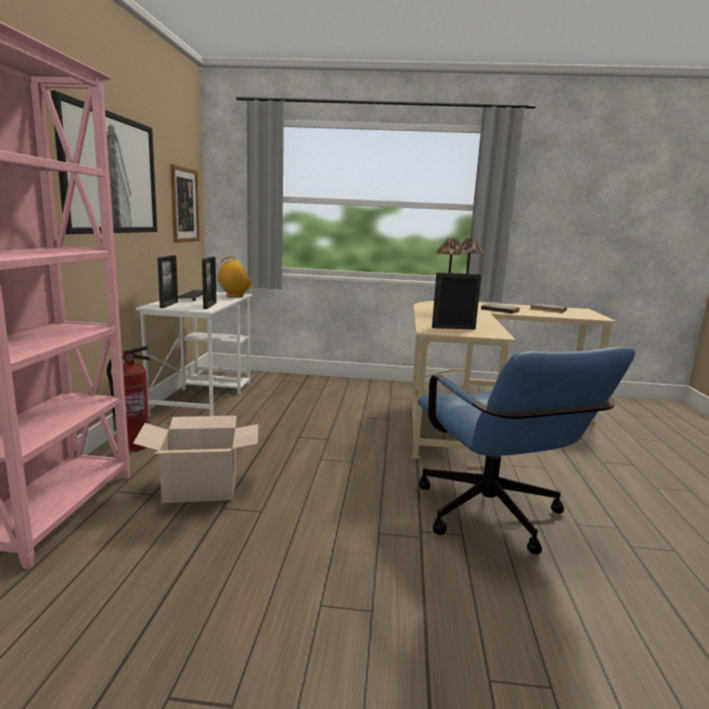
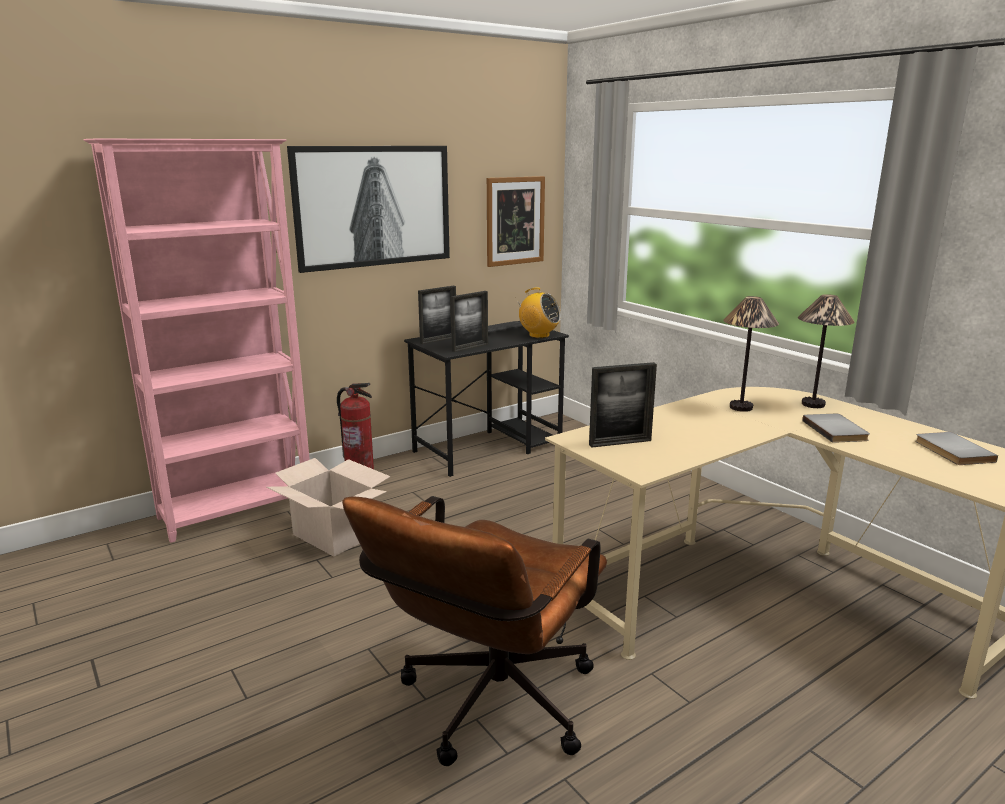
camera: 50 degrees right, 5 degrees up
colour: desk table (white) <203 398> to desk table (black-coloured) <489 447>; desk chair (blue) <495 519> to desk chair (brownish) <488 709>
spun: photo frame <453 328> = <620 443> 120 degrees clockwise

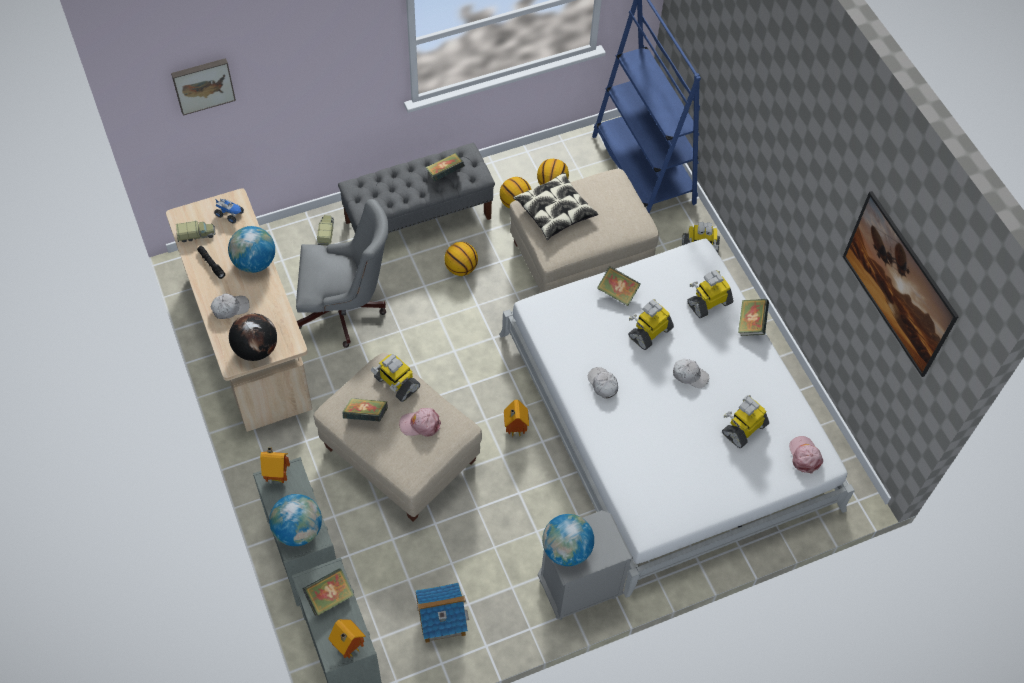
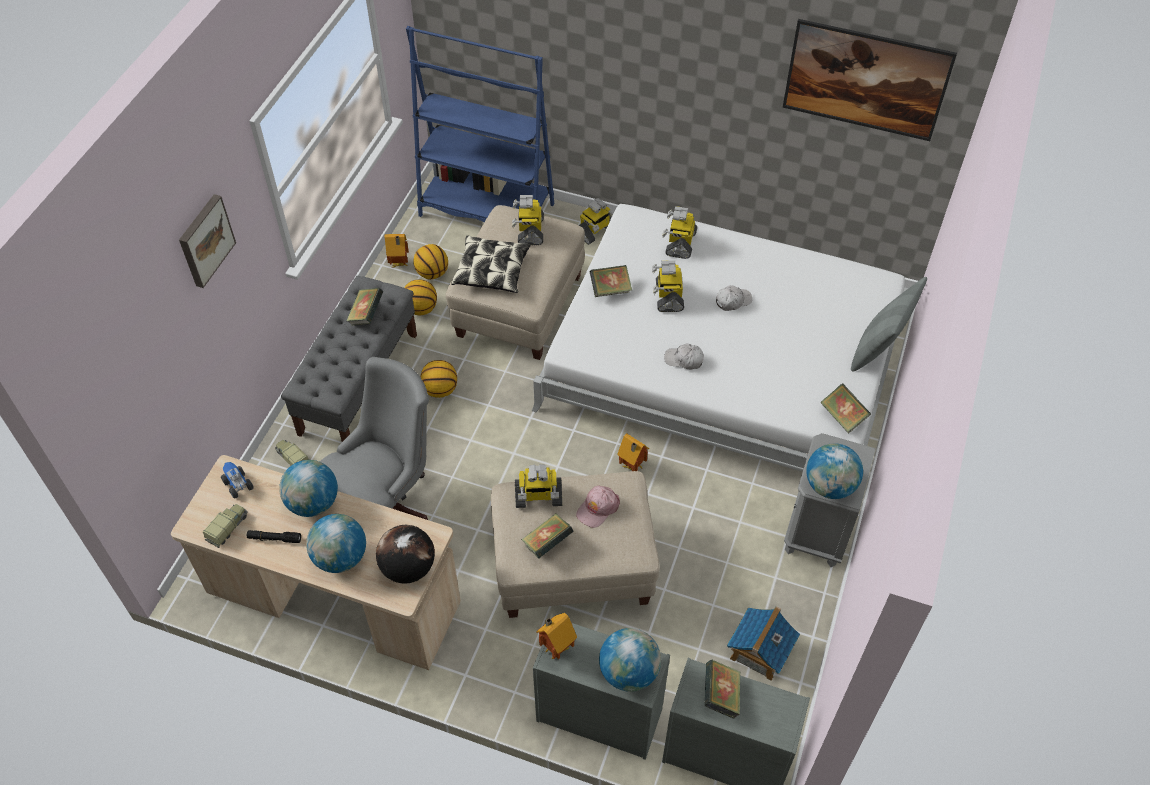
camera: 45 degrees left, 5 degrees down
missing: cap (pink-coloured) <804 456>
appeared: pillow (greyish) <878 349>
relocated: wall art <203 84> to <204 240>; model house <348 648> to <399 264>; toy robot <744 428> to <530 231>; bound book <751 324> to <842 416>
exchanged: cap (white) <230 308> to globe <340 557>
spun: model truck <230 214> = <237 485> 105 degrees counterclockwise

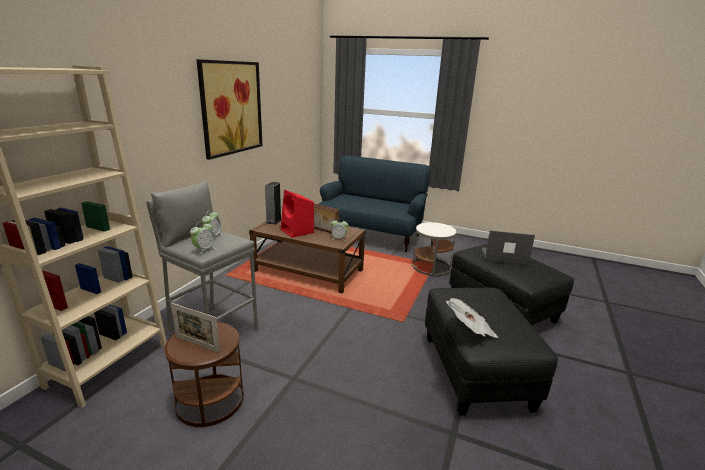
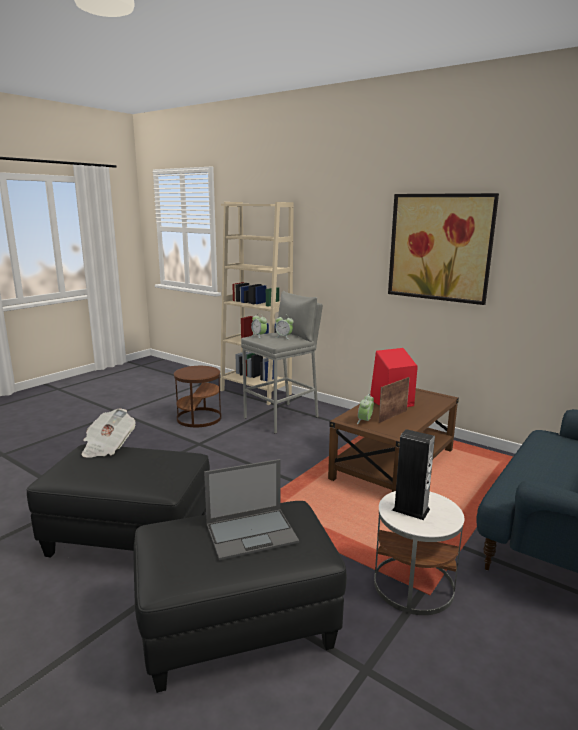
camera: 105 degrees right, 5 degrees down
missing: photo frame <197 344>
relocated: audio speaker <273 221> to <411 509>
spun: portable computer <503 256> = <252 533> 45 degrees clockwise

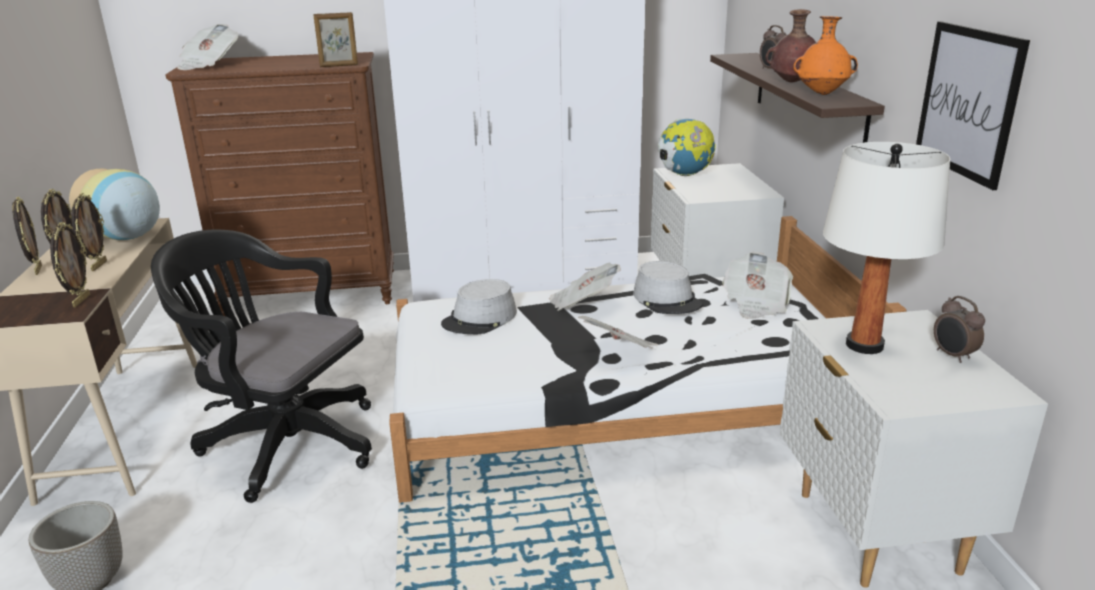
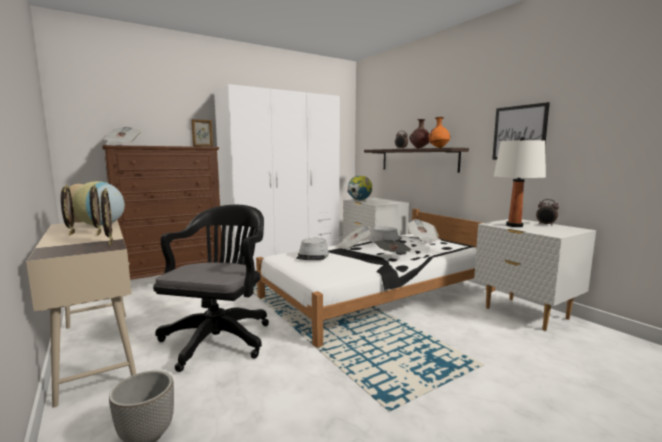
camera: 25 degrees left, 15 degrees down
missing: photo frame <37 270>
spun: desk chair (black-coloured) <284 442> = <219 338> 105 degrees clockwise

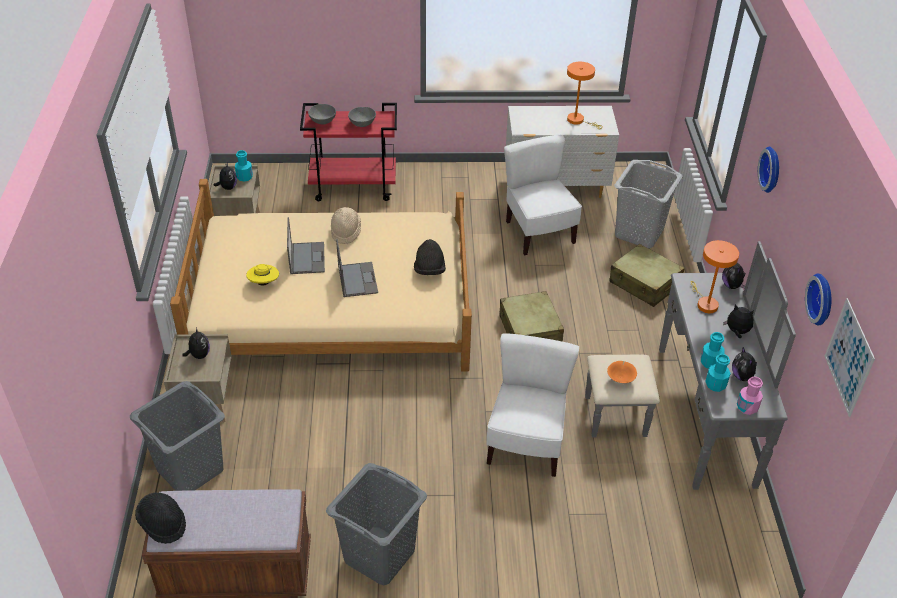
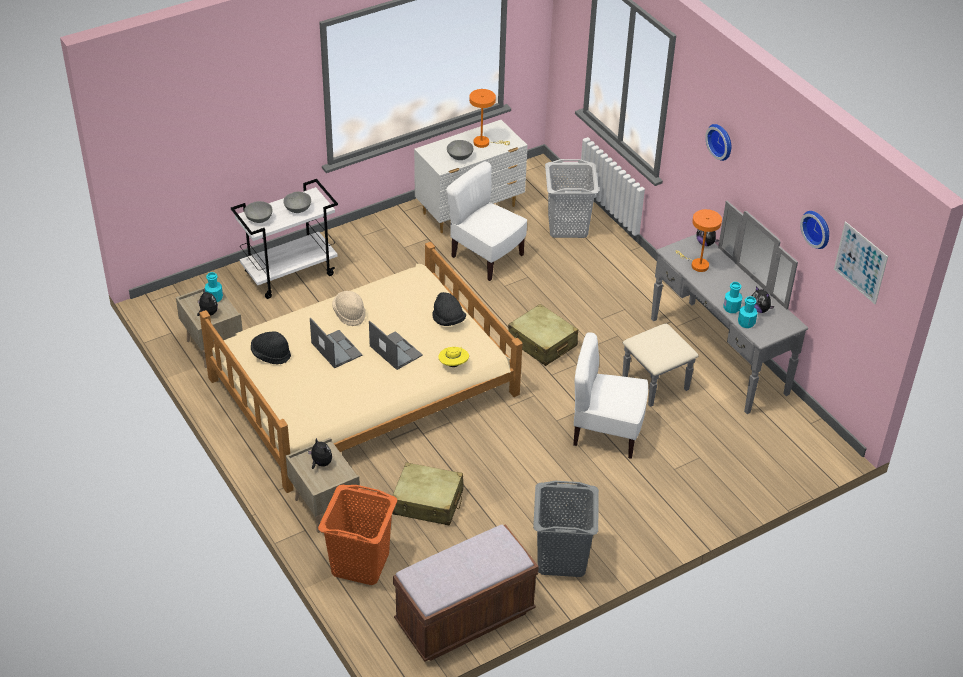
camera: 30 degrees left, 0 degrees up
missing: serving bowl (orangey) <621 378>; plush toy <736 332>; bottle (pink-coloured) <747 407>
appeared: serving bowl (greyish) <459 156>
relocated: wearable hat (black-coloured) <163 523> to <271 355>; wearable hat (yellowish) <264 283> to <453 364>; travel case (beige) <645 284> to <428 502>
colour: hamper (greyish) <189 469> to hamper (orangey) <360 564>; wheeled cart (reddish) <354 187> to wheeled cart (white) <290 273>
spun: upright chair (white) <526 444> = <606 432> 60 degrees counterclockwise

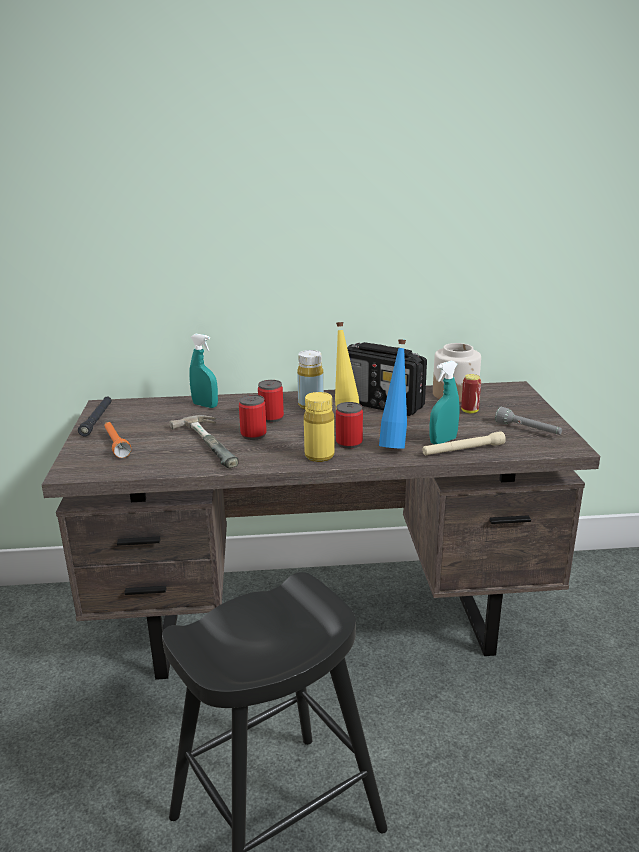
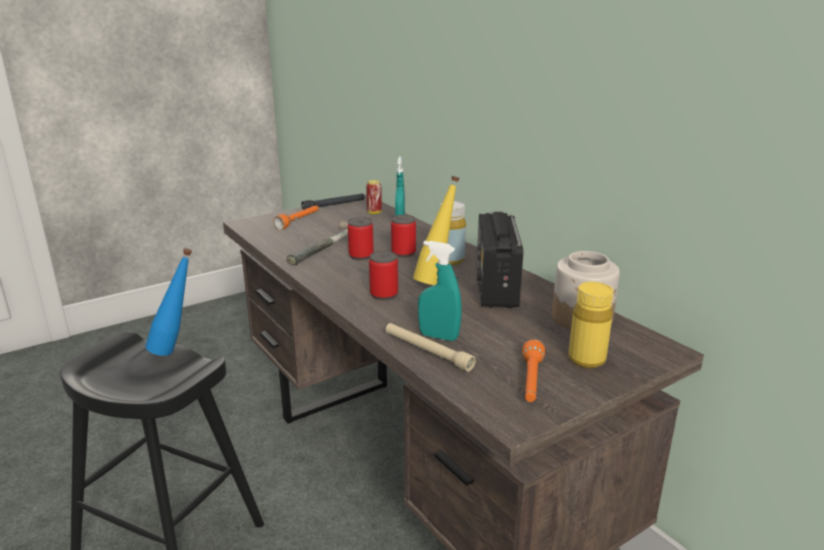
camera: 60 degrees right, 0 degrees up
relocated: bottle (yellowish) <319 456> to <586 360>; bottle (blue) <394 444> to <176 350>; metal can <469 411> to <374 212>
colour: hand torch (greyish) <528 430> to hand torch (orangey) <531 382>

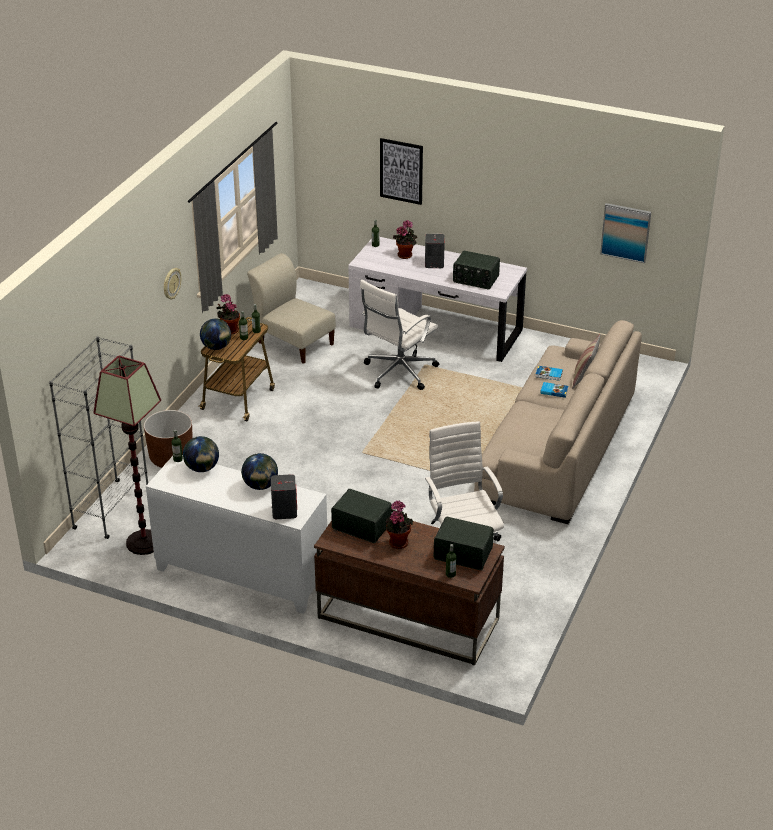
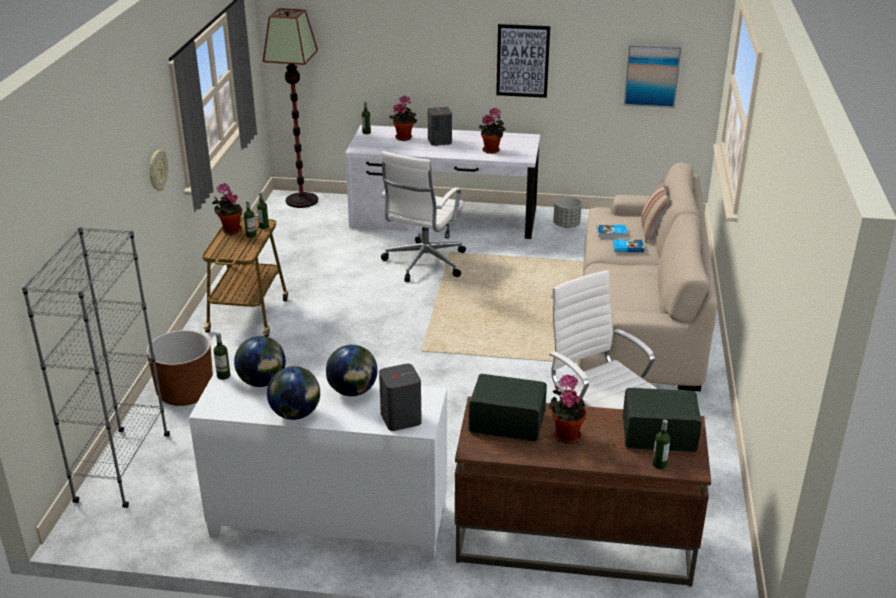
camera: 15 degrees left, 5 degrees down
missing: upright chair (beige) <293 342>
appeared: planter (greyish) <566 225>
relocated: standard lamp <144 542> to <301 200>; globe <216 347> to <295 414>; wall art <401 171> to <522 61>
exchanged: radio set <475 280> to plant in a pot <492 150>

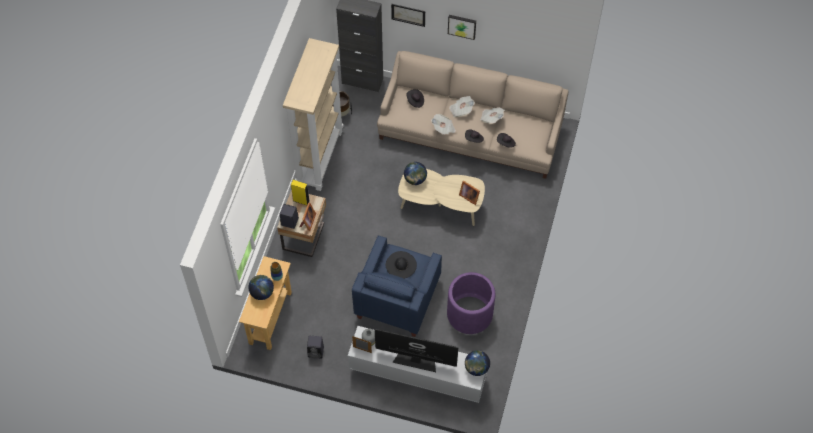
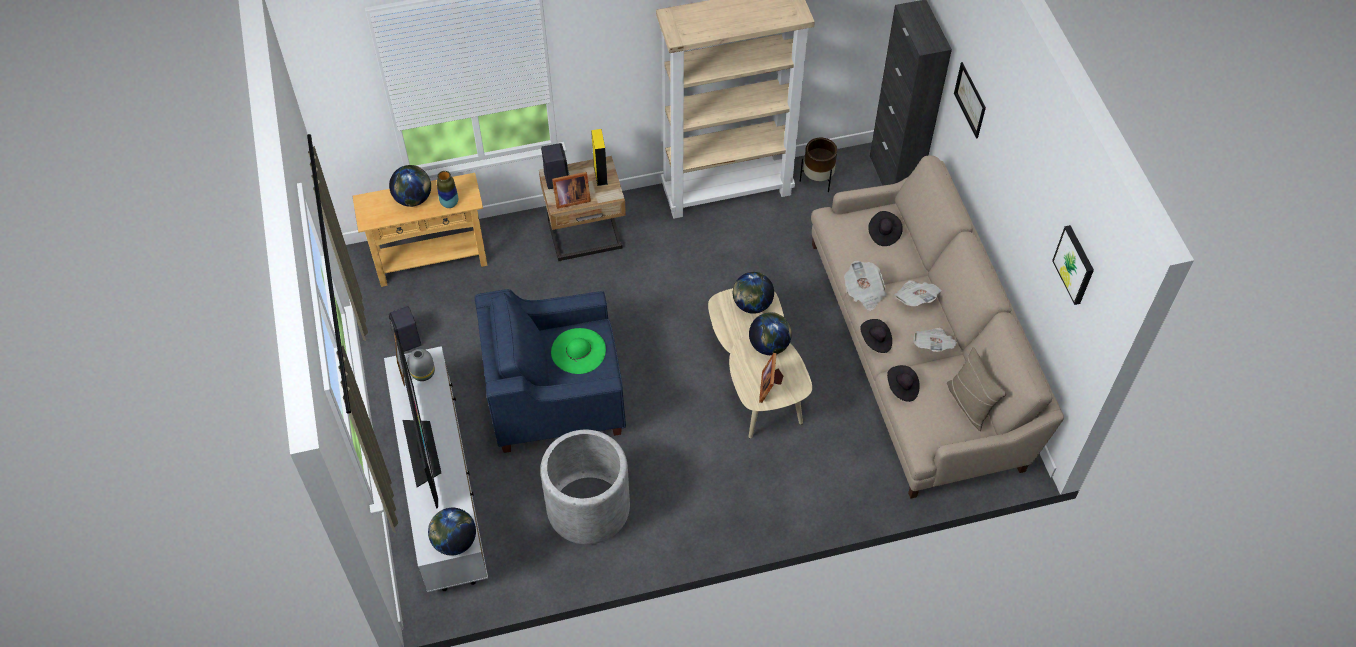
camera: 60 degrees right, 5 degrees down
appeared: globe <769 346>; pillow (beige) <970 404>
relocated: wall art <462 26> to <1075 264>
colour: wearable hat (black-coloured) <401 265> to wearable hat (green) <578 351>; planter (purple-coloured) <469 314> to planter (greyish) <588 508>

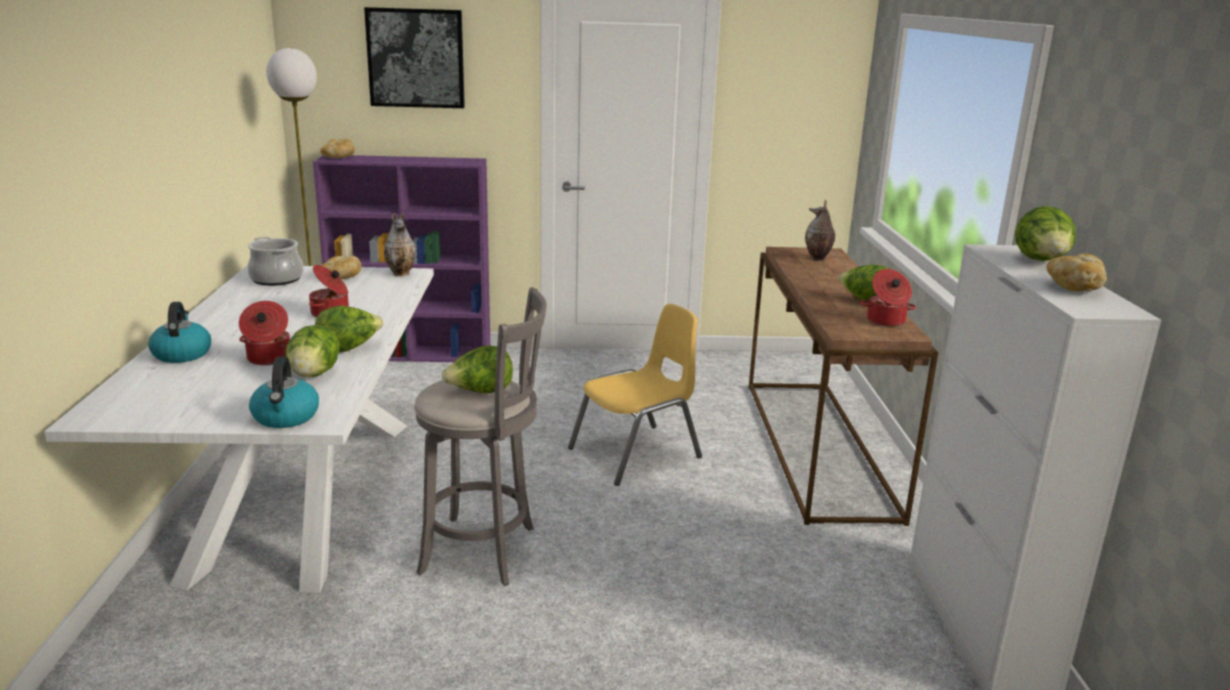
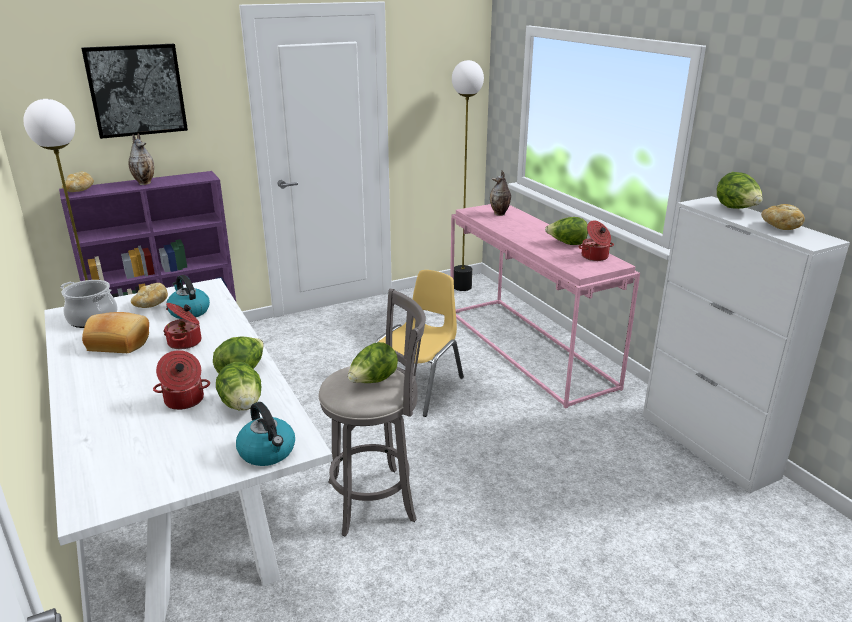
camera: 25 degrees left, 5 degrees up
appeared: bakery bread <120 342>; standard lamp <462 287>
relocated: tea kettle <182 354> to <188 311>; flower vase <401 274> to <145 183>
colour: console table (brownish) <819 447> to console table (pink-coloured) <529 348>

